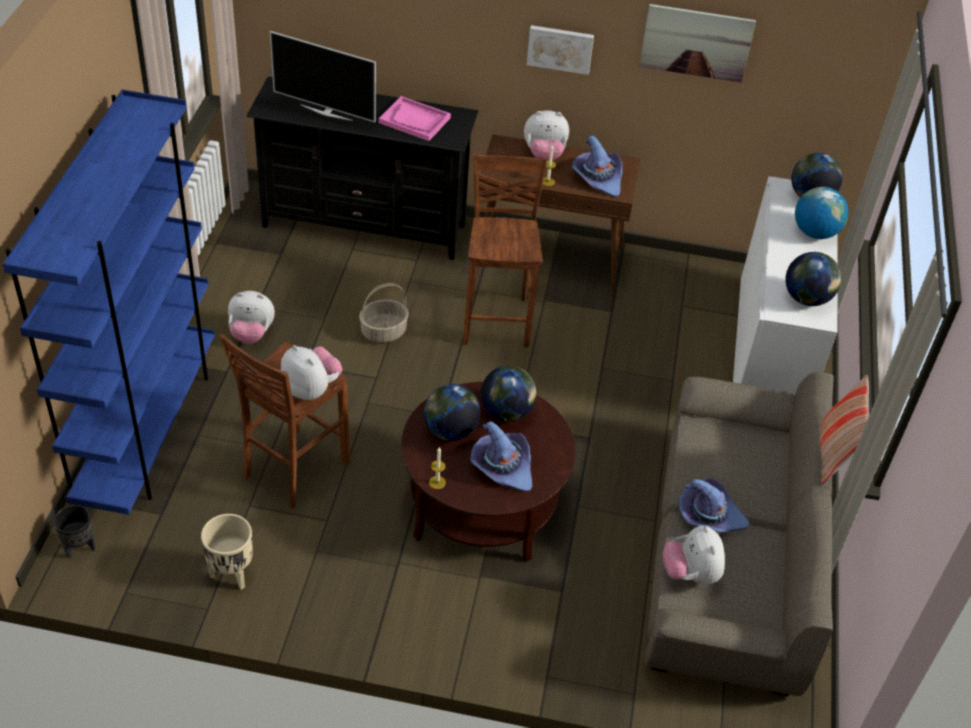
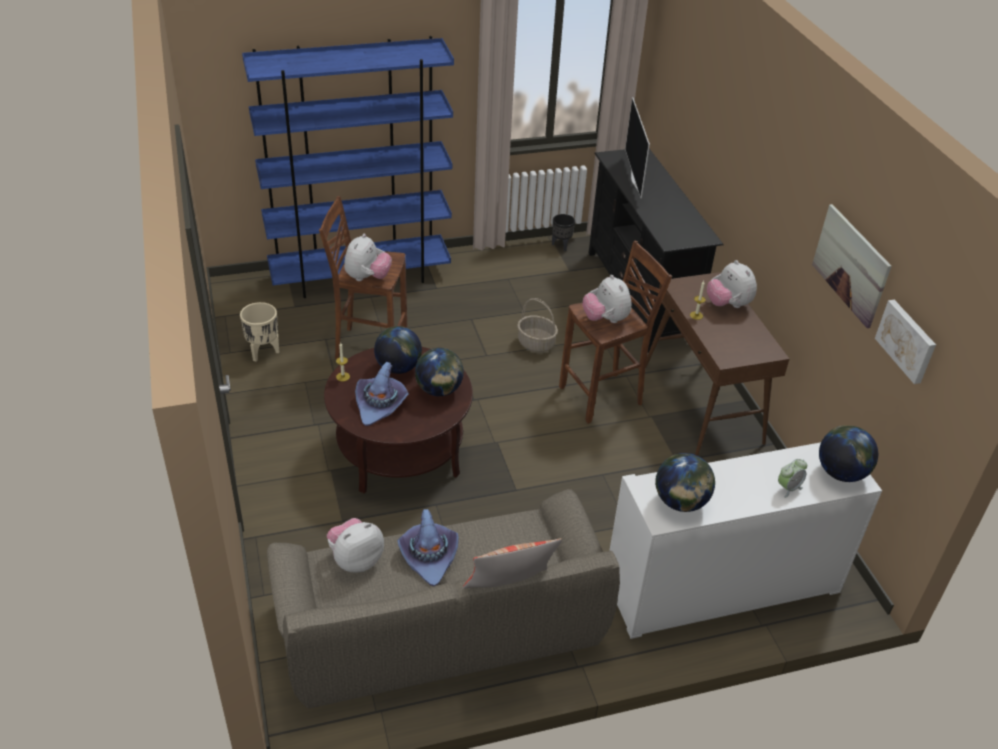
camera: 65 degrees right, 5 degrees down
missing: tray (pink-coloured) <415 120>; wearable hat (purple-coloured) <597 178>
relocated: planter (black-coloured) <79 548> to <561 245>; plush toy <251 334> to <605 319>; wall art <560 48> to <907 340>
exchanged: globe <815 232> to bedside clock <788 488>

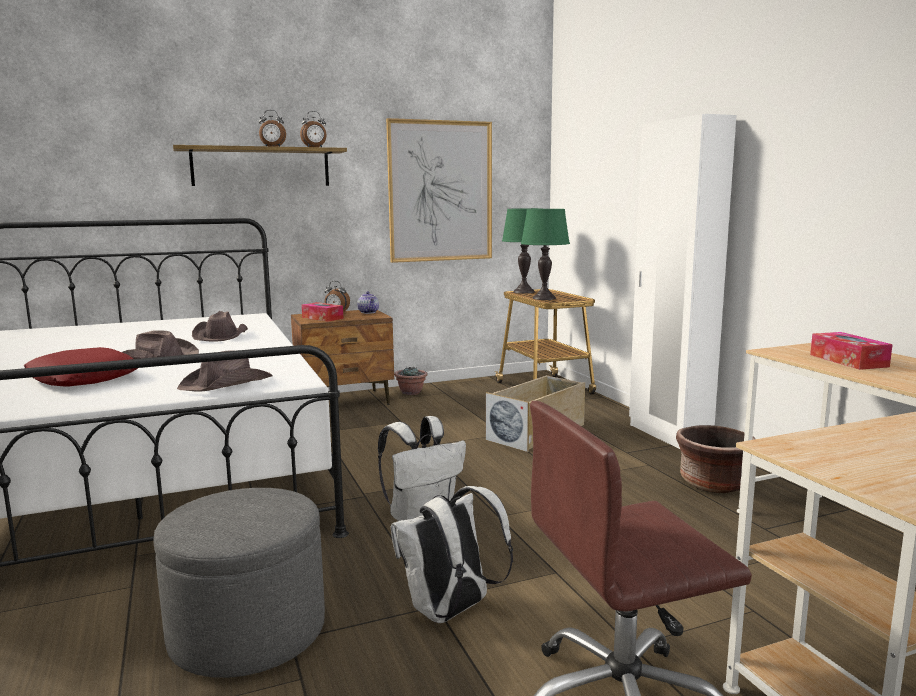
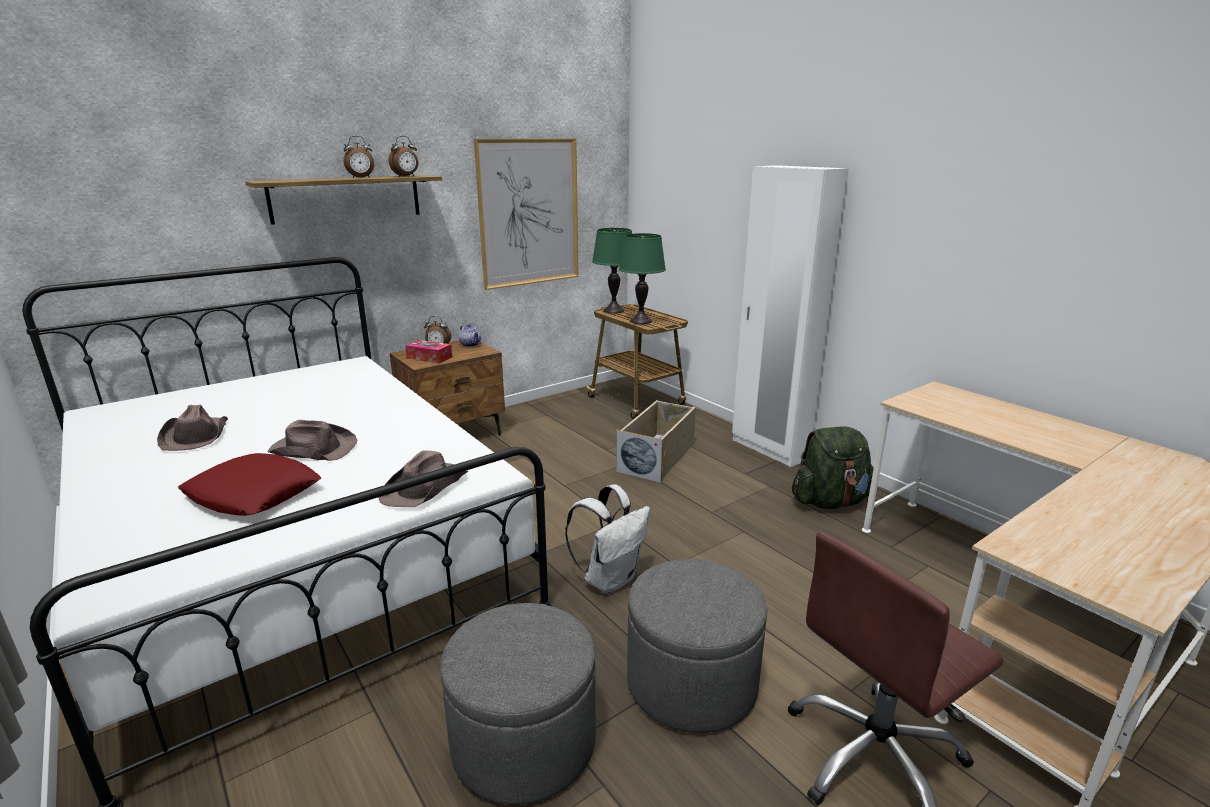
camera: 15 degrees left, 10 degrees up
missing: plant in a pot <411 392>; tissue holder <848 360>
relocated: wearable hat (brownish) <221 336> to <195 436>
exchanged: backpack (white) <450 612> to pouffe (greyish) <691 683>; planter (brownish) <713 483> to backpack (green) <830 502>

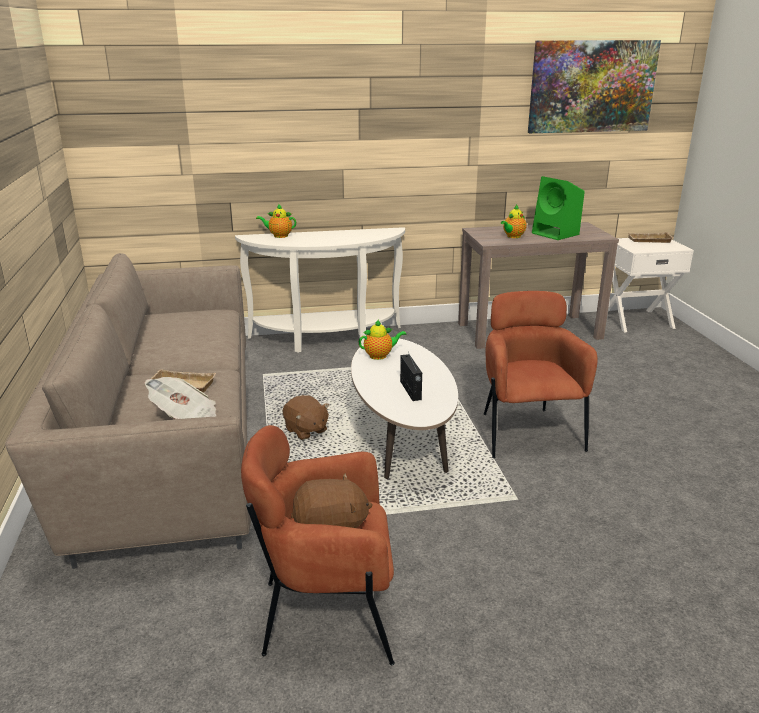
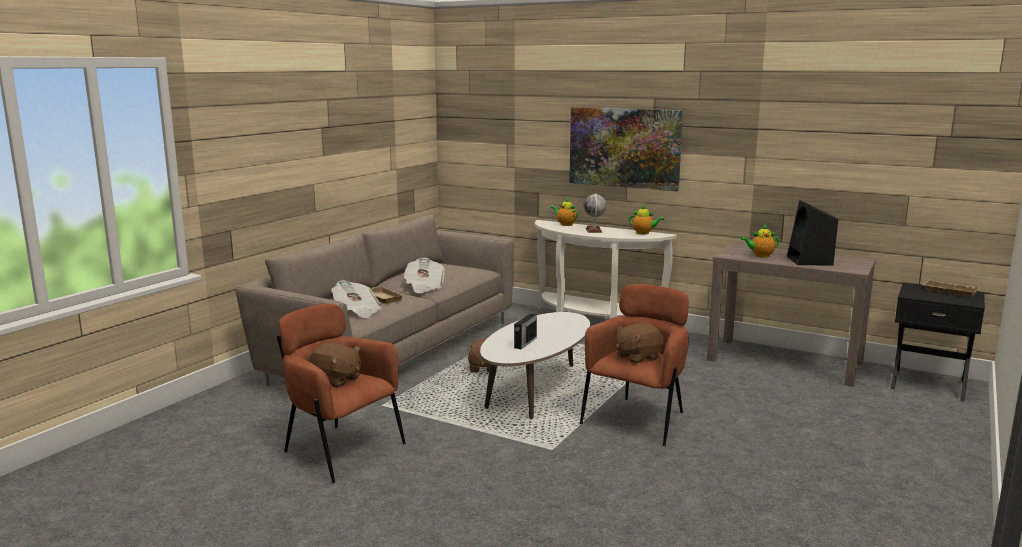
camera: 40 degrees right, 10 degrees down
appeared: daily paper <424 287>; globe <594 230>; plush toy (brownish) <637 357>
relocated: pot for tea <380 356> to <644 233>; wall art <592 86> to <624 148>
colour: audio speaker (green) <556 234> to audio speaker (black-coloured) <810 261>; nightstand (white) <636 320> to nightstand (black-coloured) <928 384>

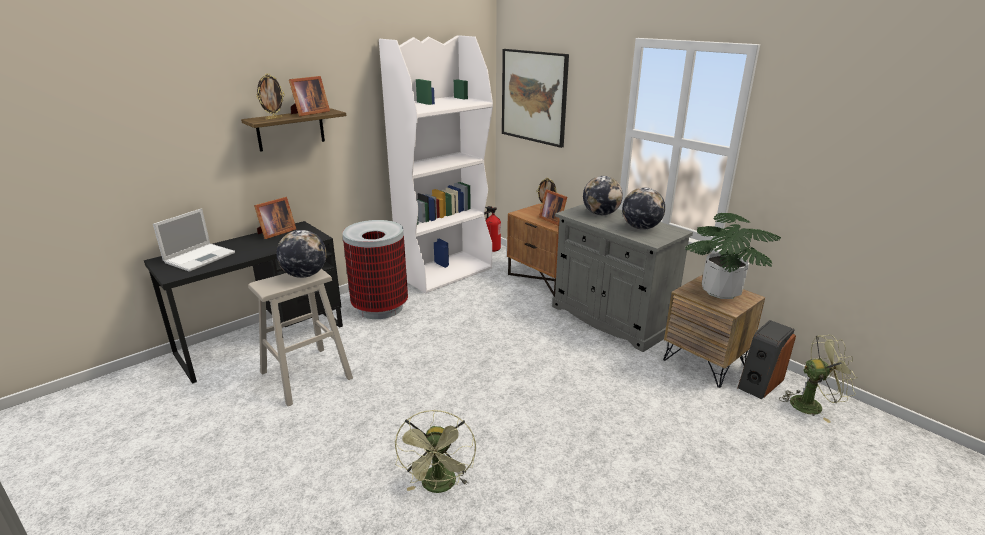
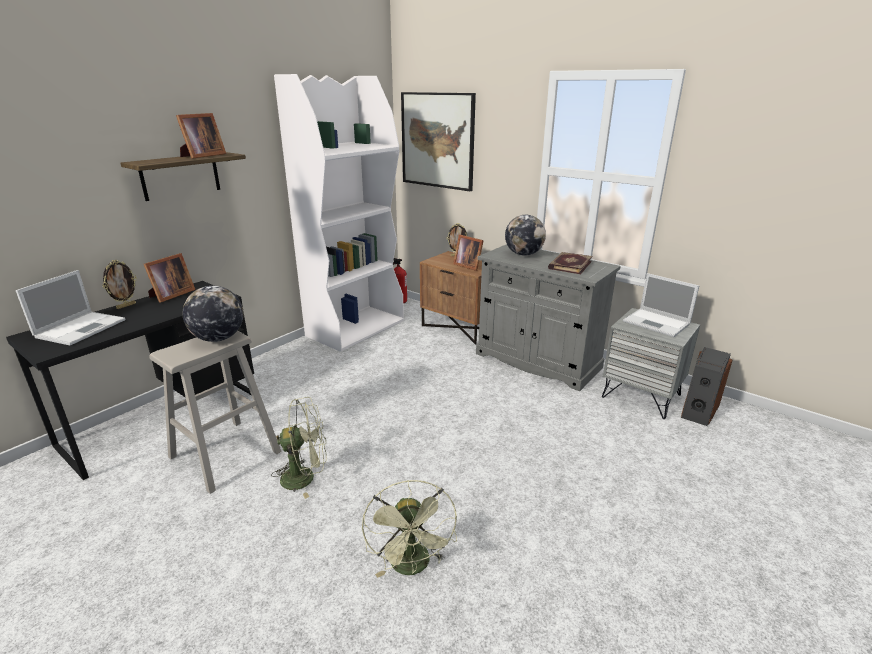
camera: 10 degrees left, 0 degrees up
missing: trash can <380 307>
relocated: photo frame <274 118> to <126 306>; fan (green) <812 405> to <305 477>
exchanged: globe <640 228> to bound book <569 265>; plant in a pot <720 292> to portable computer <657 323>
colour: nightstand (brownish) <704 363> to nightstand (greyish) <641 396>

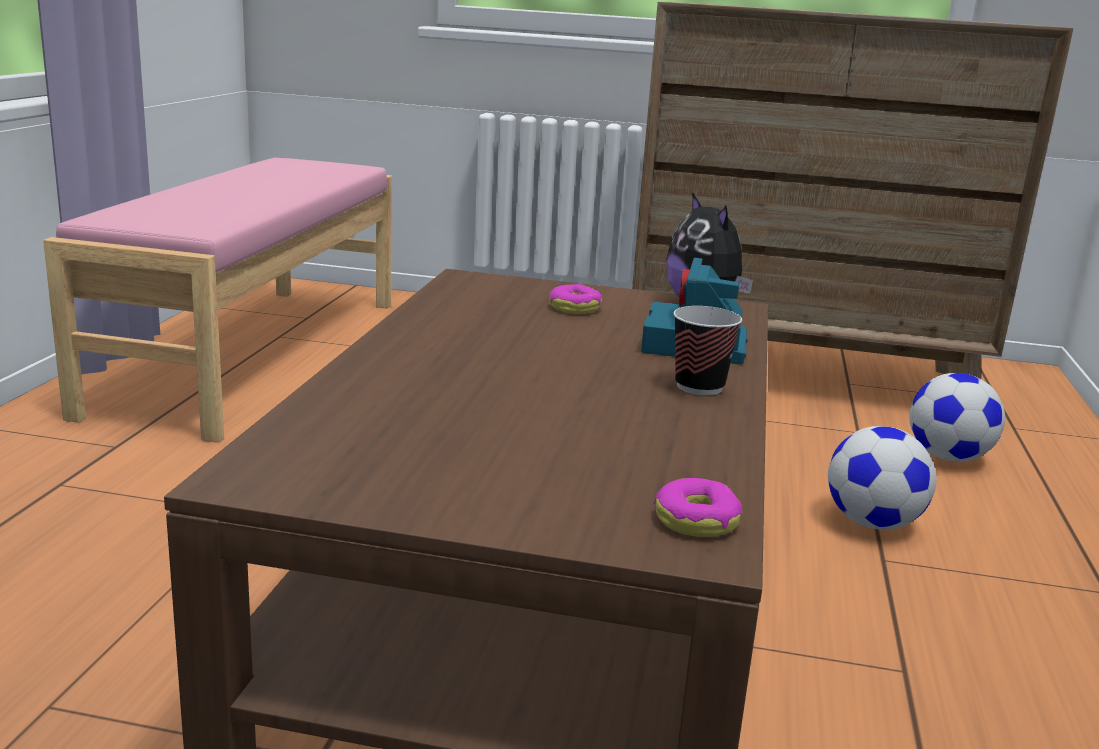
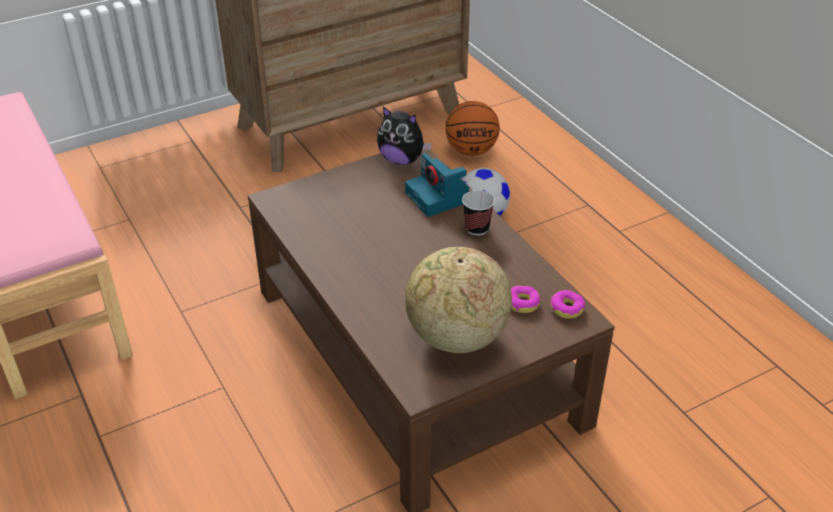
camera: 40 degrees left, 20 degrees up
appeared: globe <456 337>
relocated: donut <574 308> to <522 303>
exchanged: ball for football <948 457> to basketball <471 150>

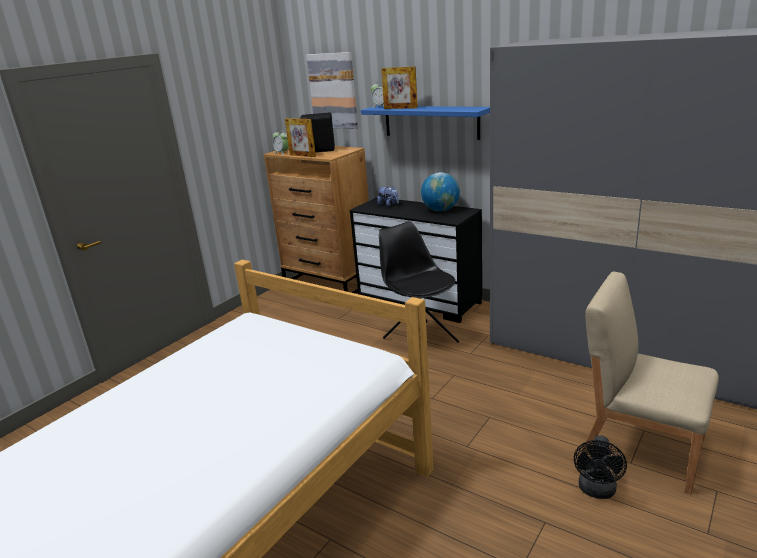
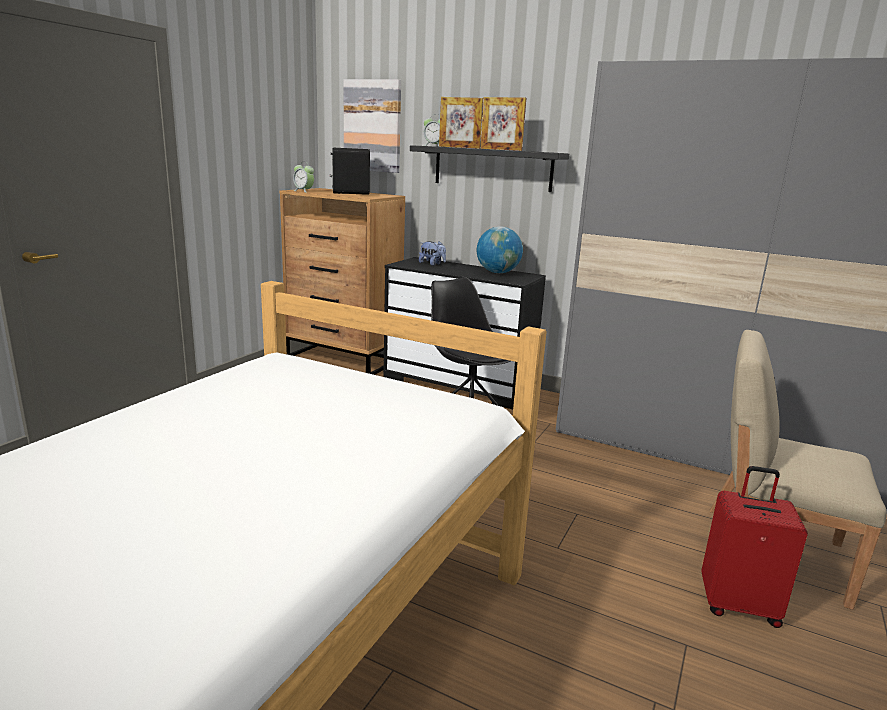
camera: 10 degrees left, 5 degrees down
relocated: photo frame <302 155> to <501 149>
exchanged: fan (black-coloured) <597 491> to travel case (reddish) <738 605>
colour: shelf (blue) <431 122> to shelf (black-coloured) <492 168>

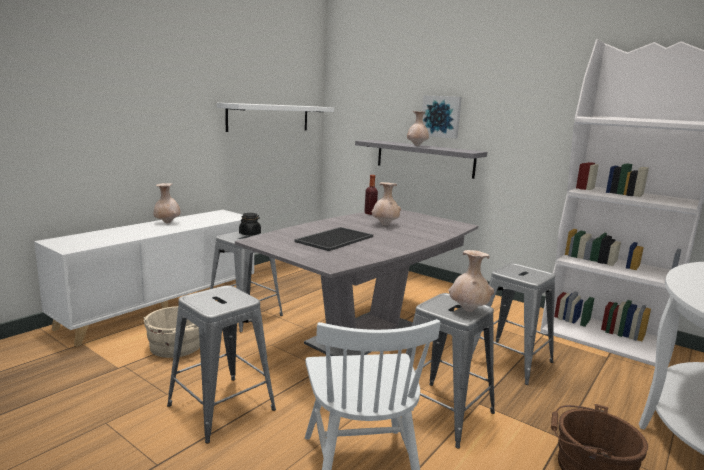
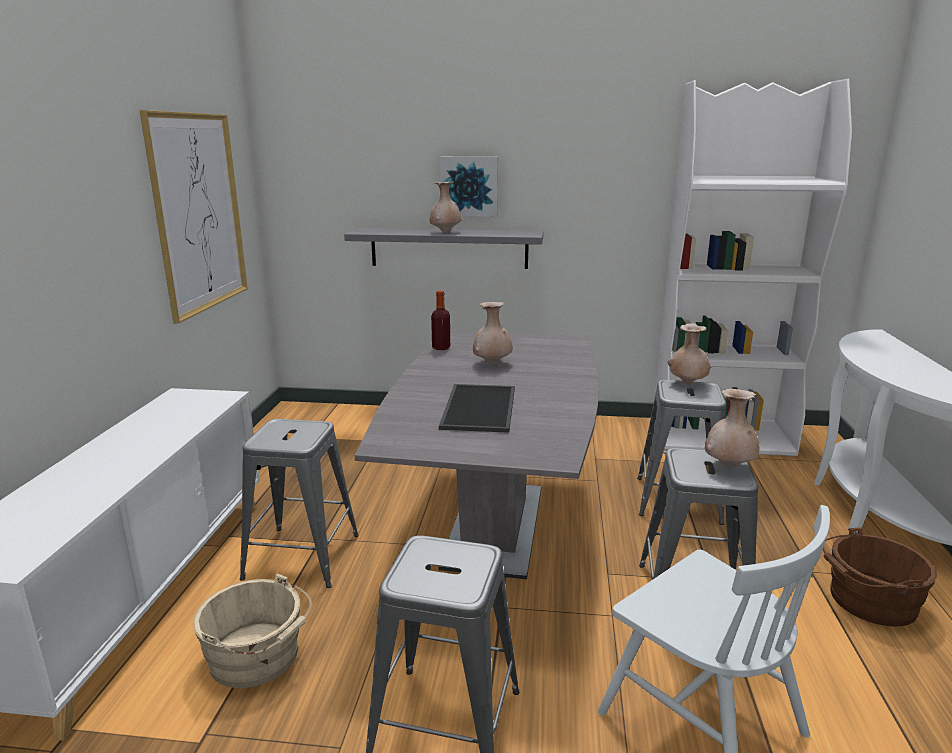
camera: 30 degrees left, 5 degrees up
missing: preserve jar (black-coloured) <250 234>
relocated: flower vase (beige) <167 223> to <687 383>
exchanged: shelf (white) <269 117> to wall art <199 213>

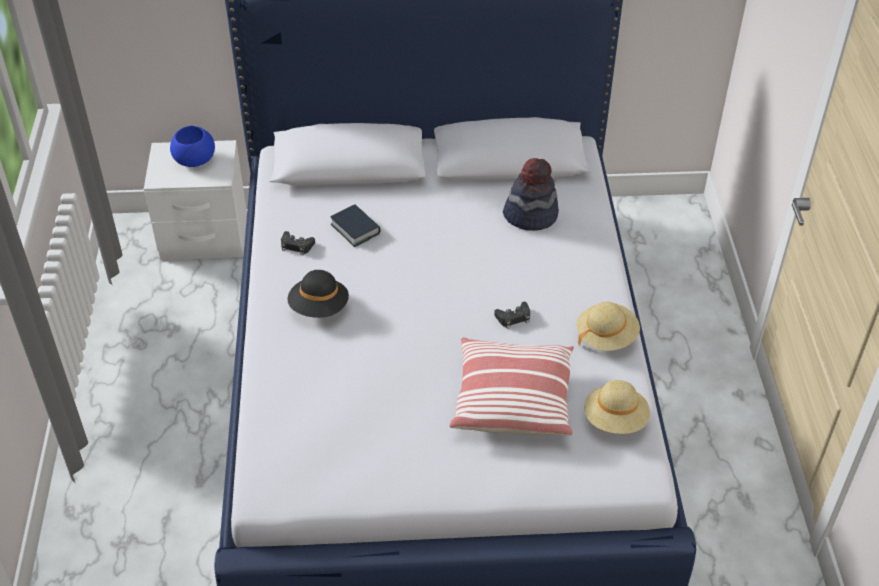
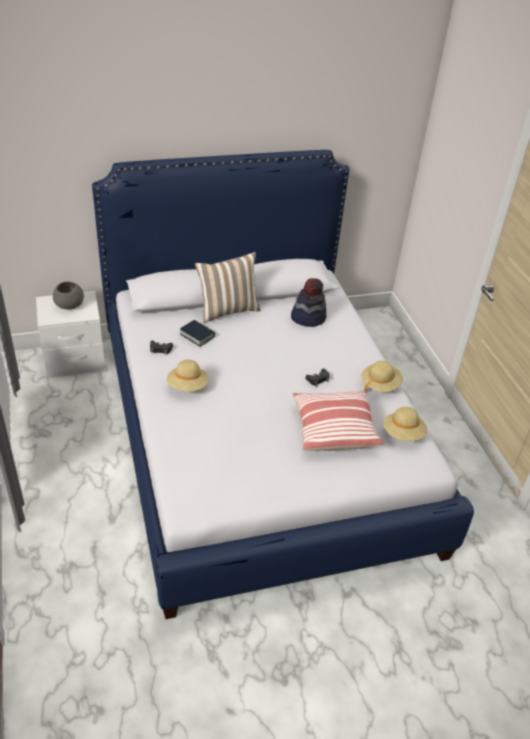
camera: 15 degrees left, 5 degrees down
appeared: pillow <227 310>
colour: serving bowl (blue) <194 160> to serving bowl (greyish) <69 305>; wearable hat (black-coloured) <319 308> to wearable hat (beige) <187 386>

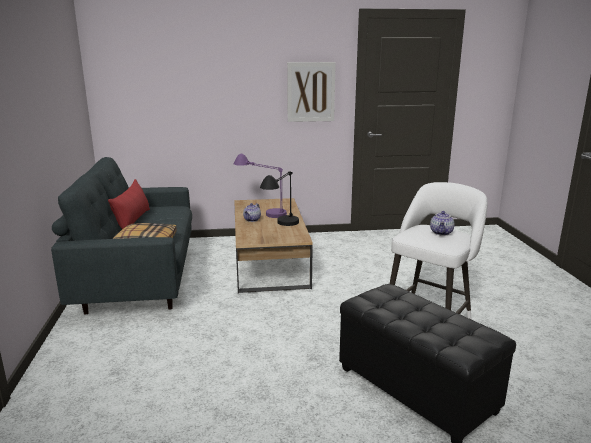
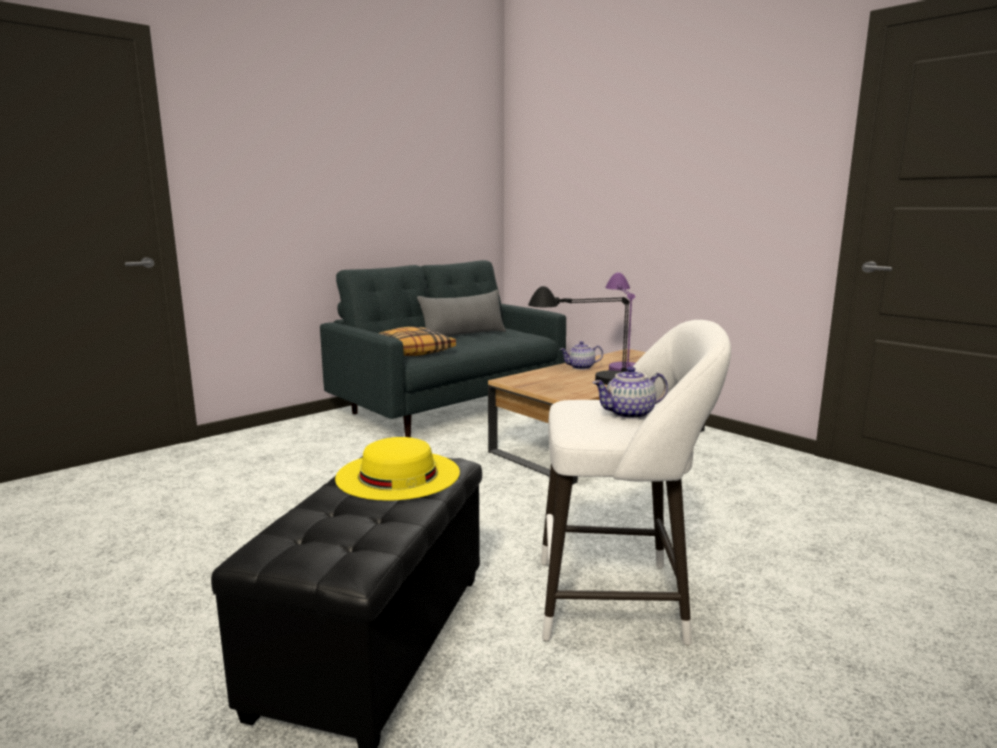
camera: 55 degrees right, 5 degrees down
missing: wall art <311 92>
appeared: wearable hat (yellowish) <398 474>
colour: pillow (reddish) <132 221> to pillow (greyish) <463 335>

